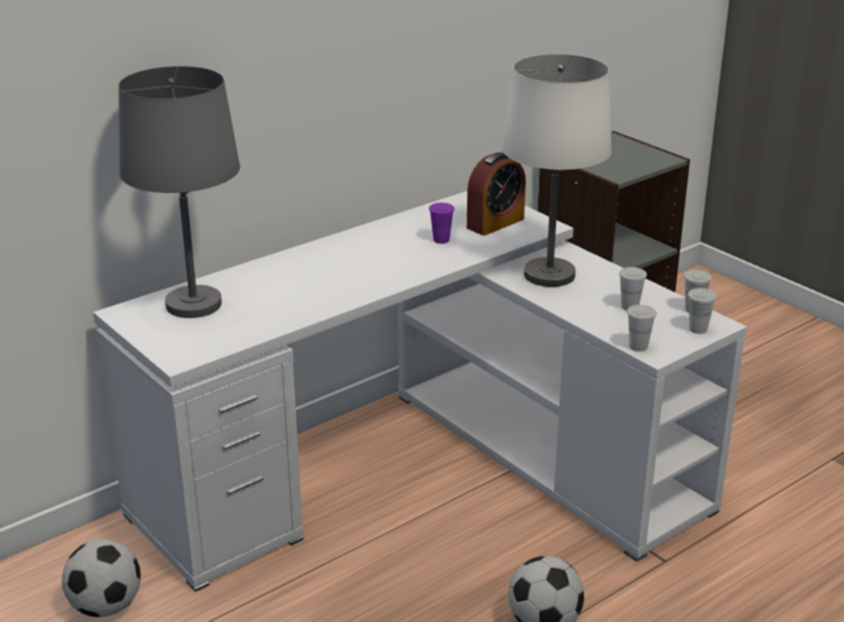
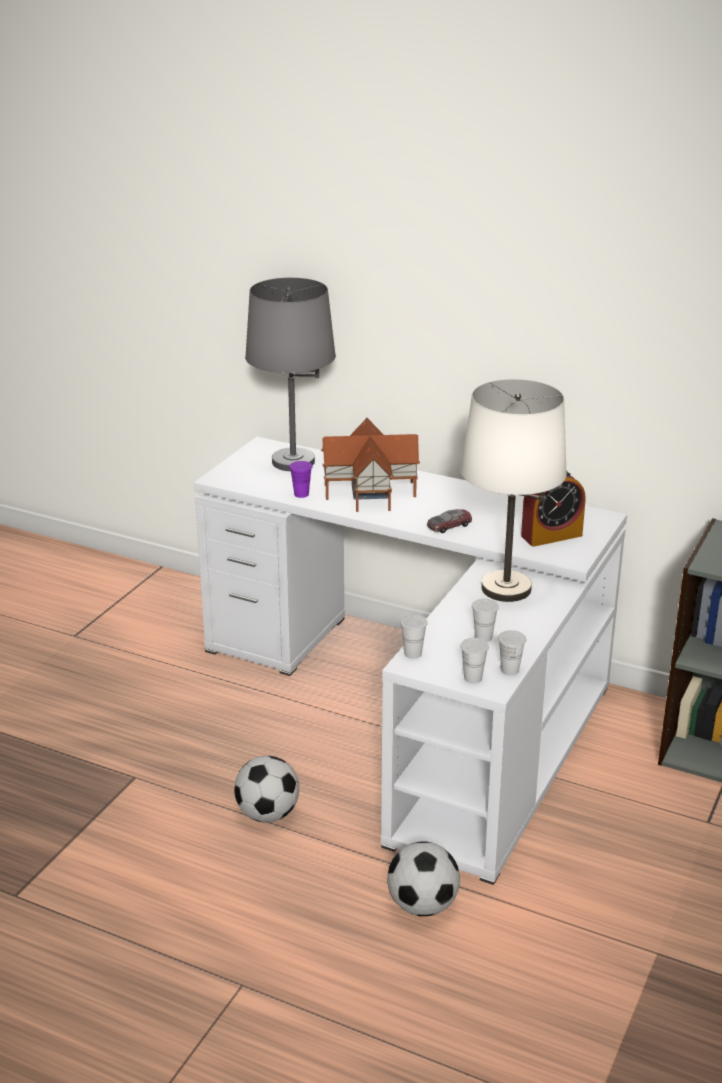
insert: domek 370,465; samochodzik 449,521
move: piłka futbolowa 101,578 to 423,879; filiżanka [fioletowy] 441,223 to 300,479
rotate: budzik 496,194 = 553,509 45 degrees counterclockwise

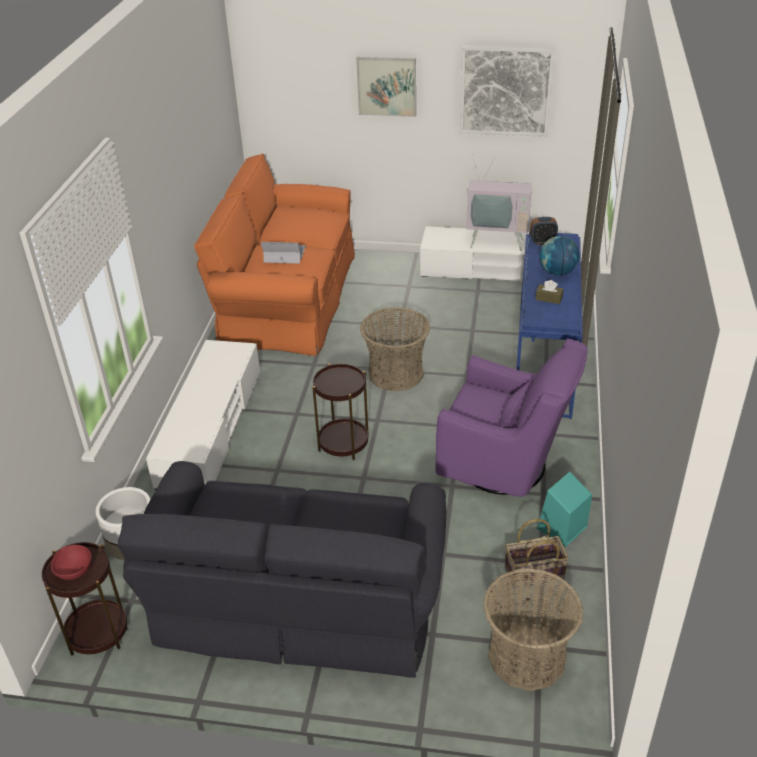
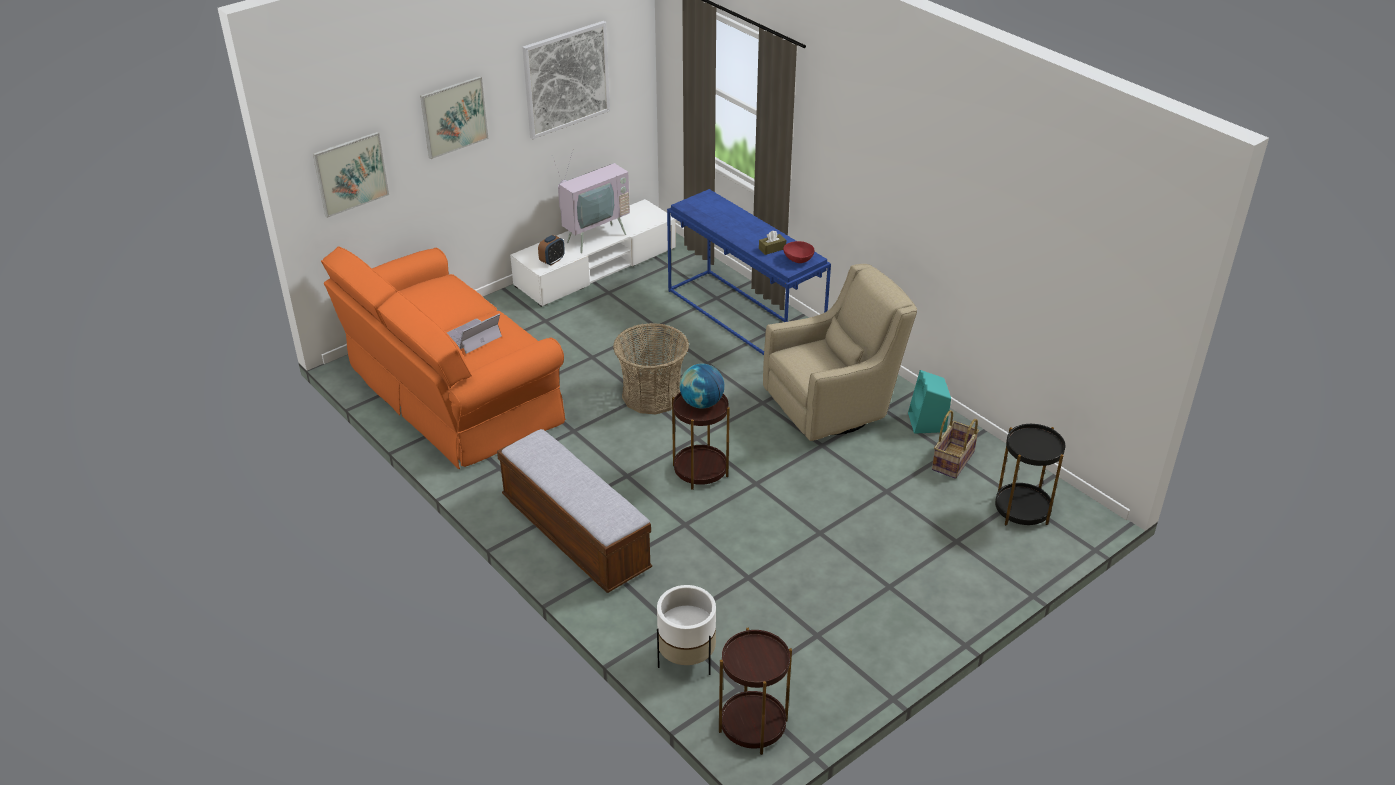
delete: kanapa [czarny] 281,569
insert: obraz 351,175
move: miska [czerwony] 71,562 to 798,252; budzik 544,231 to 551,250; globus 560,256 to 702,386
replace: szafka pod telewizor [biały] 203,415 to ławka 574,511; koszyk 533,629 to stolik [czarny] 1030,475
recolor: fotel [fioletowy] 512,418 to fotel [beżowy] 840,352

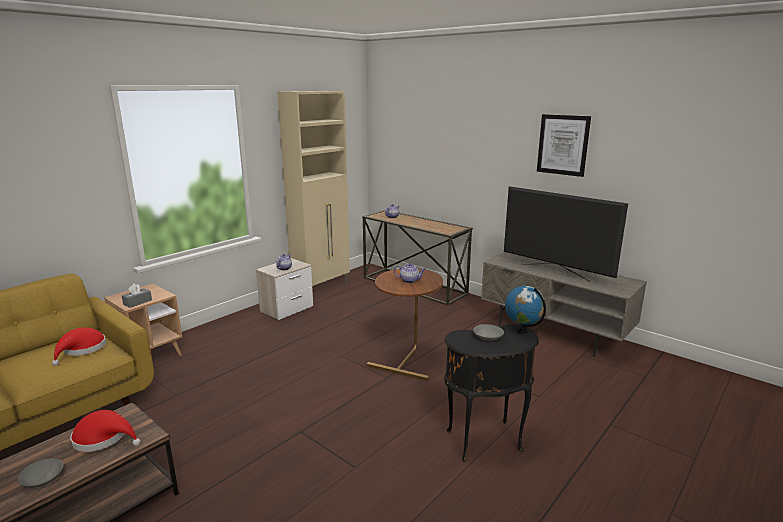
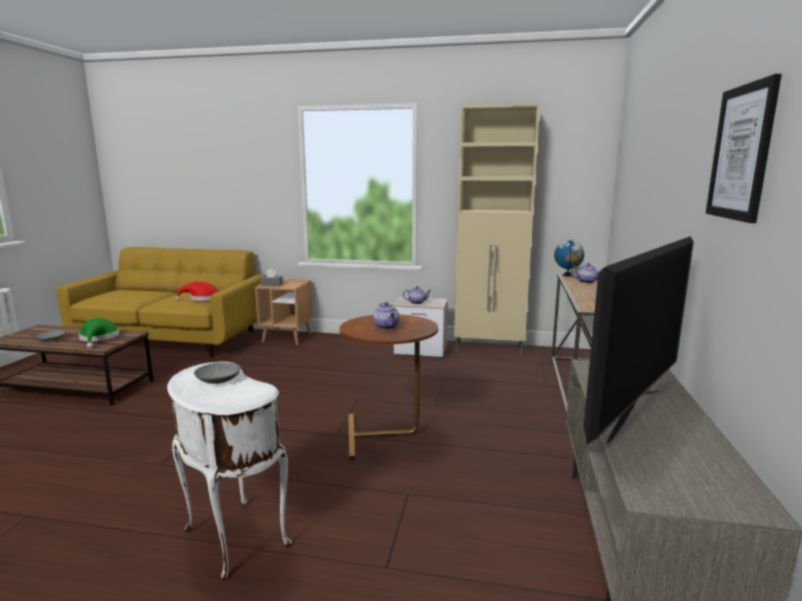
move: globus 525,310 to 569,258
recolor: kapelusz [czerwony] 105,431 to kapelusz [zielony] 99,333; stolik [czarny] 491,393 to stolik [biały] 229,471
rotate: telewizor 566,234 = 639,340 150 degrees counterclockwise

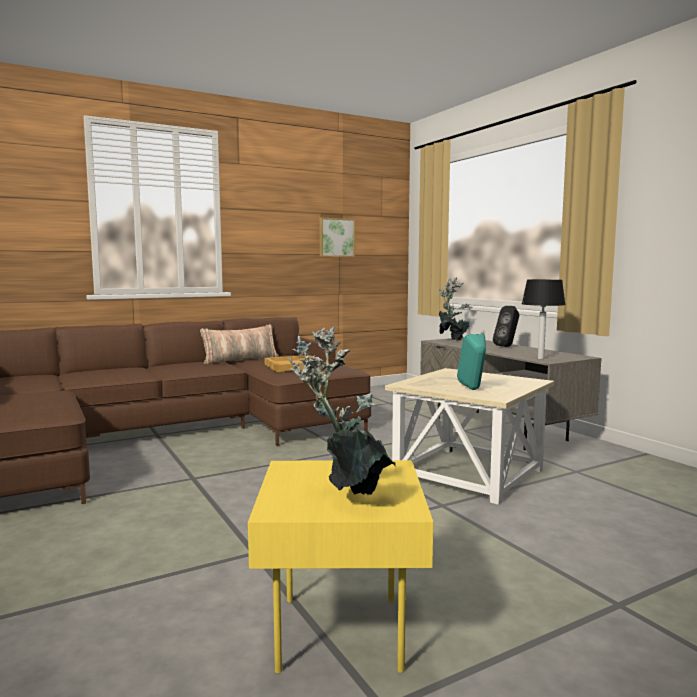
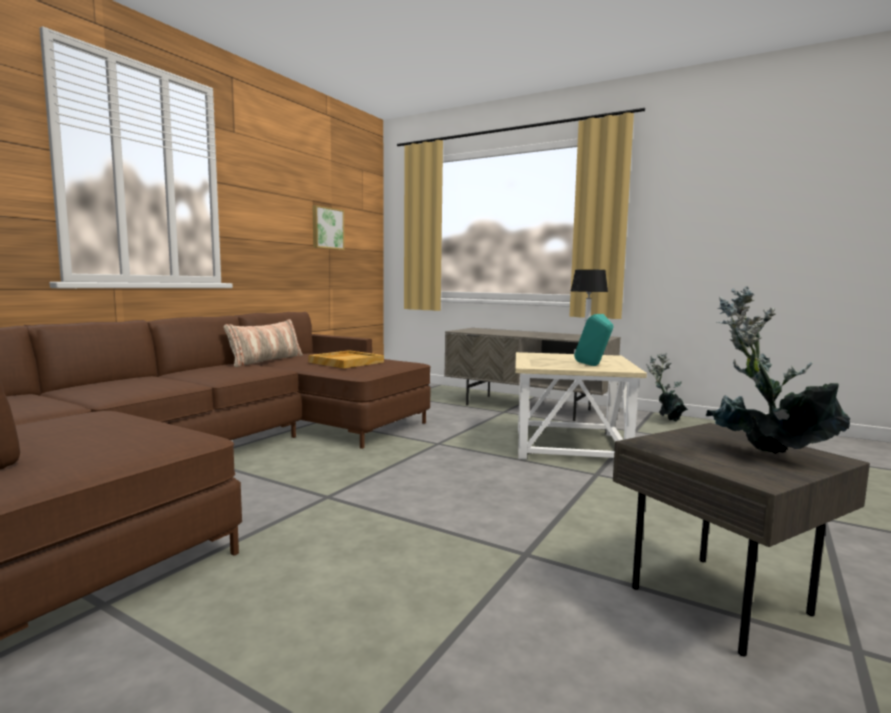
delete: głośnik [czarny] 506,326
move: roślina doniczkowa 454,309 to 667,387
recolor: stolik [żółty] 341,566 to stolik [szary] 741,539

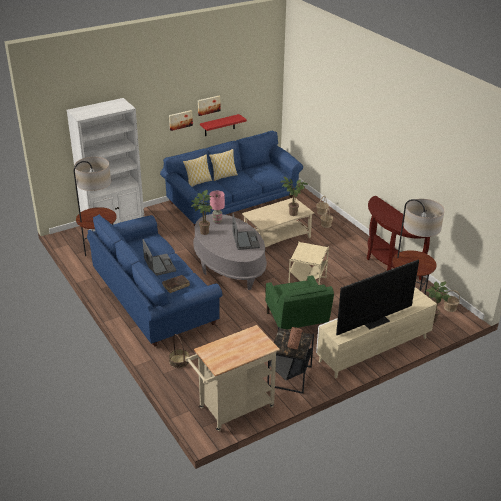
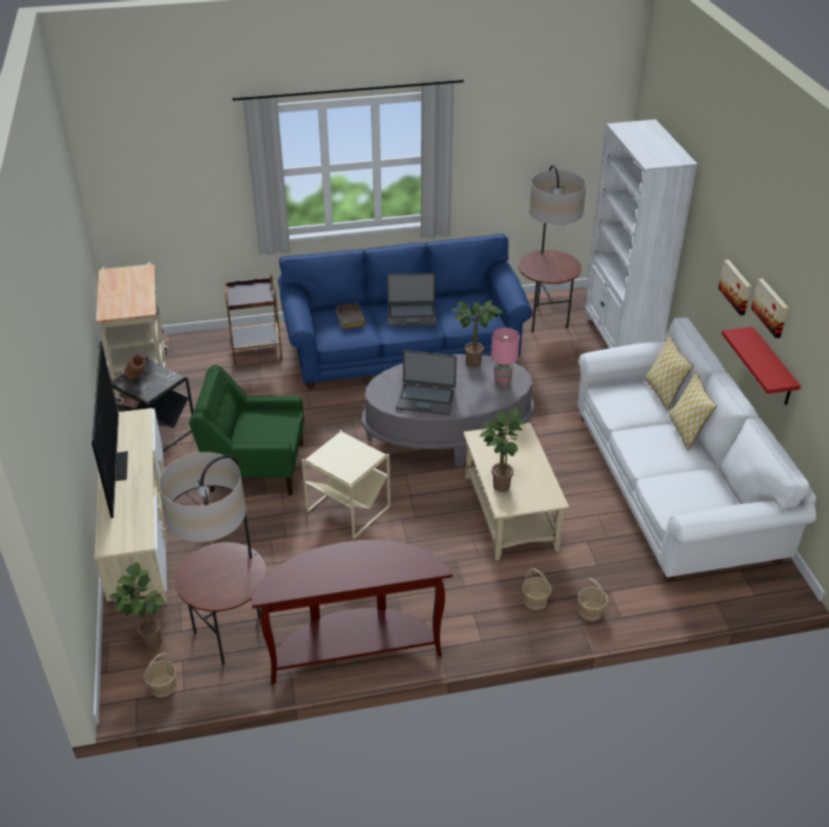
replace: koszyk 179,351 to stolik [brązowy] 252,318
recolor: kanapa [niebieski] 231,179 to kanapa [biały] 697,449

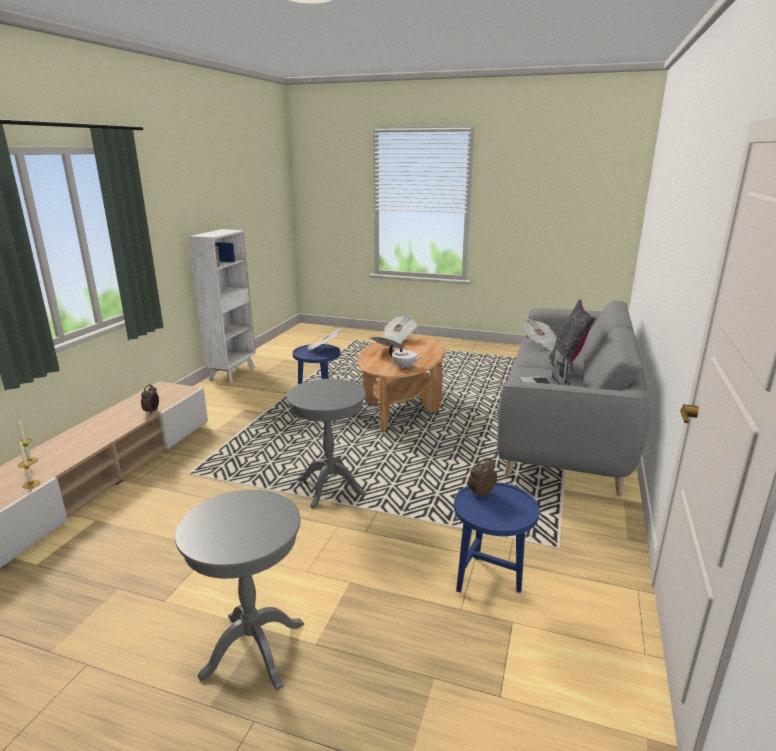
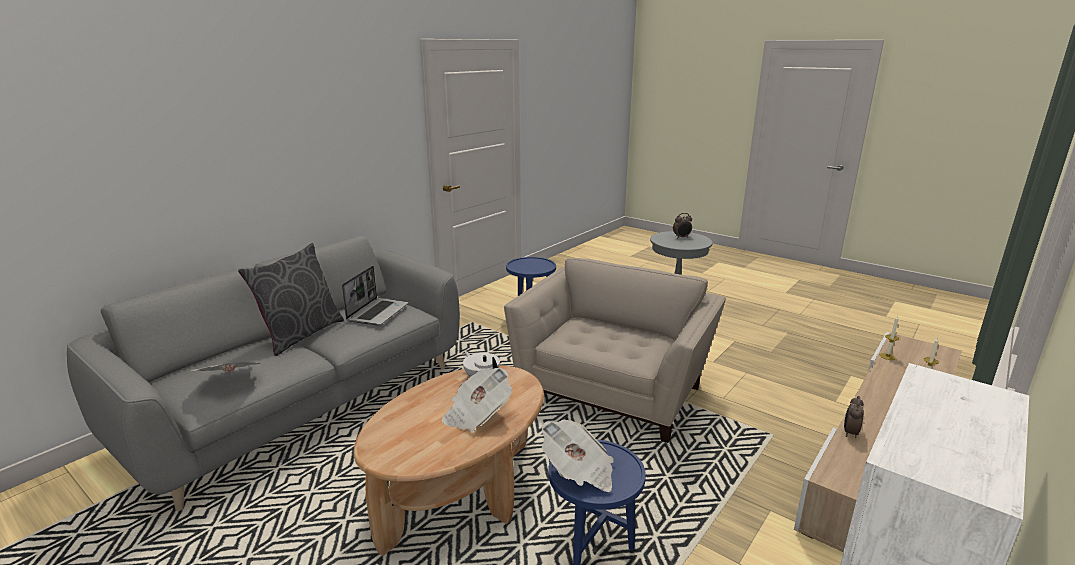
delete: gazeta 399,329
move: budzik 482,478 to 682,226
replace: stolik [szary] 326,443 to fotel [beżowy] 615,350

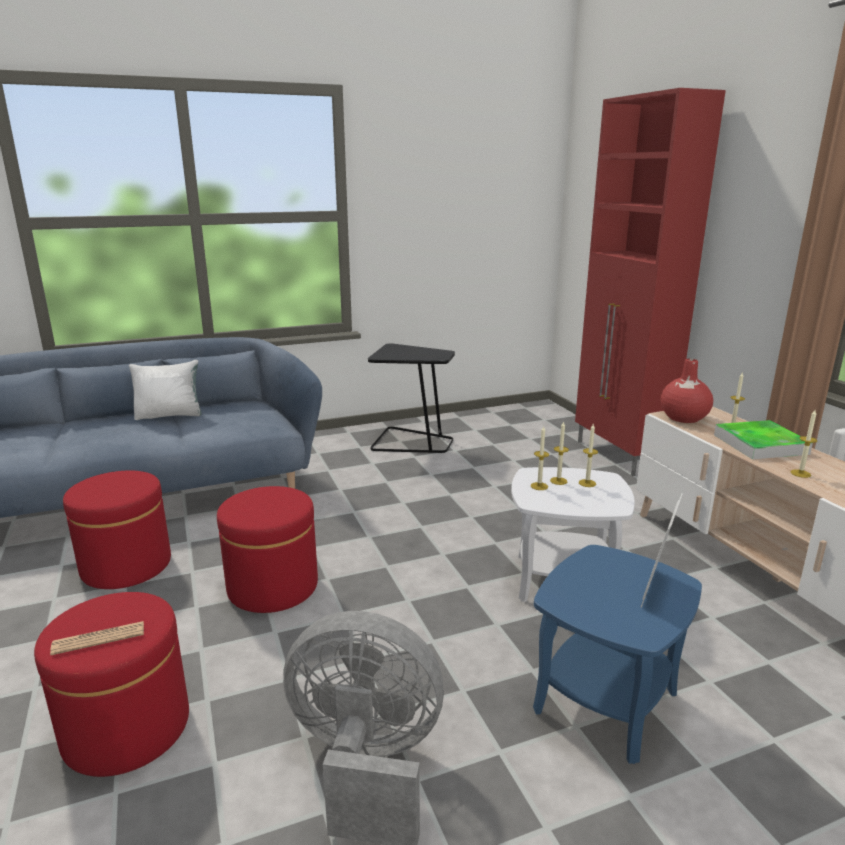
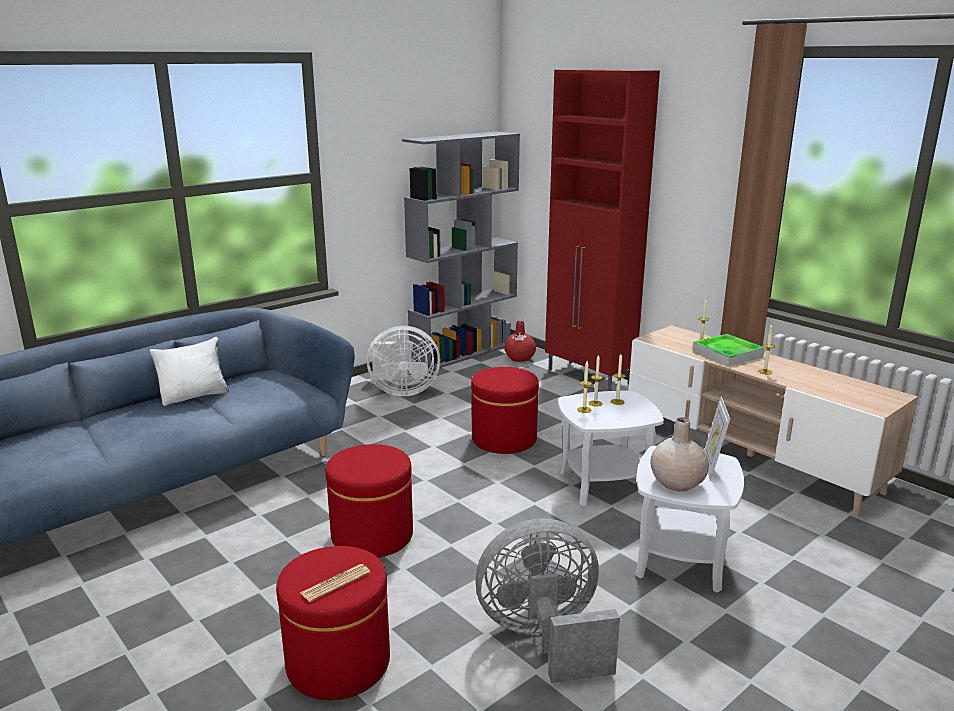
insert: regał [szary] 461,250; wazon [beżowy] 679,454
move: pufa [czerwony] 117,529 to 505,410; wazon [czerwony] 686,390 to 520,341
replace: stolik [czarny] 411,398 to wentylator [biały] 403,361
recolor: stolik [niebieski] 617,654 to stolik [biały] 689,519

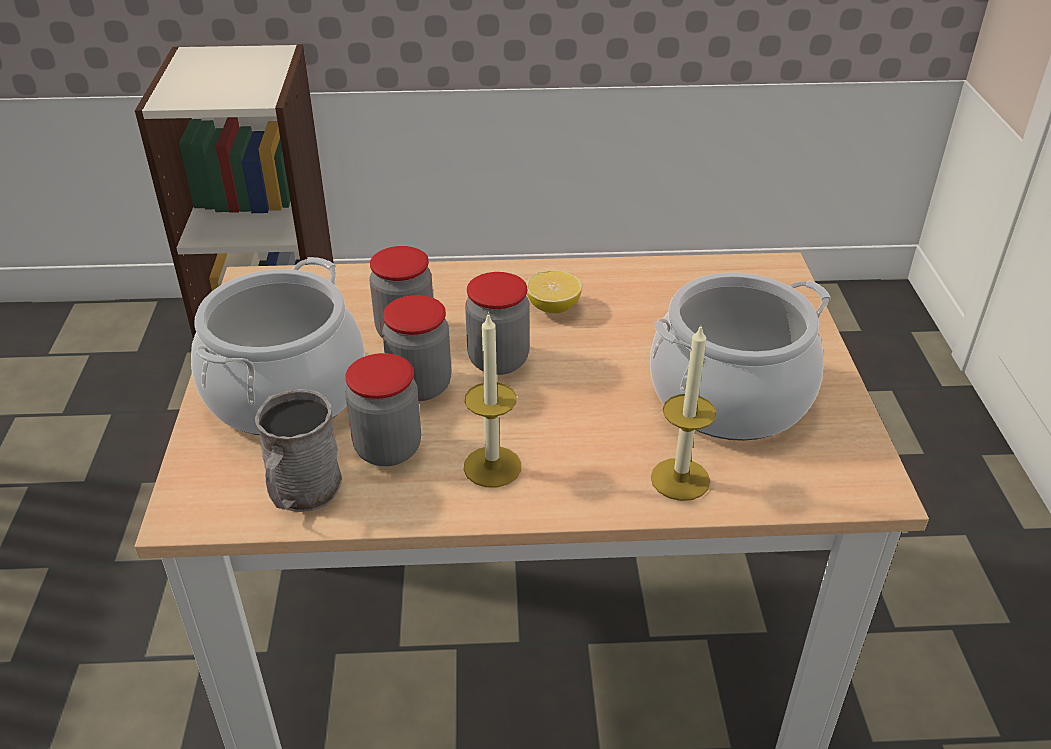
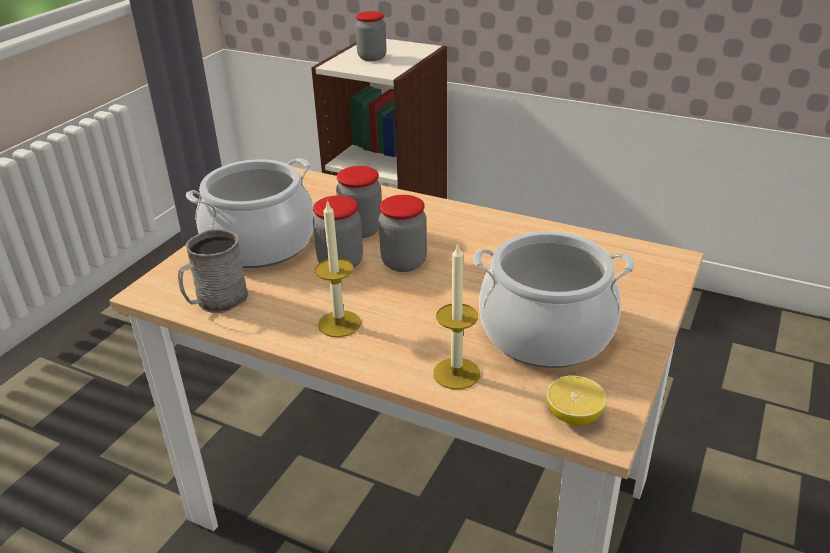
move: słoik 383,409 to 370,36; cytryna 554,291 to 576,400

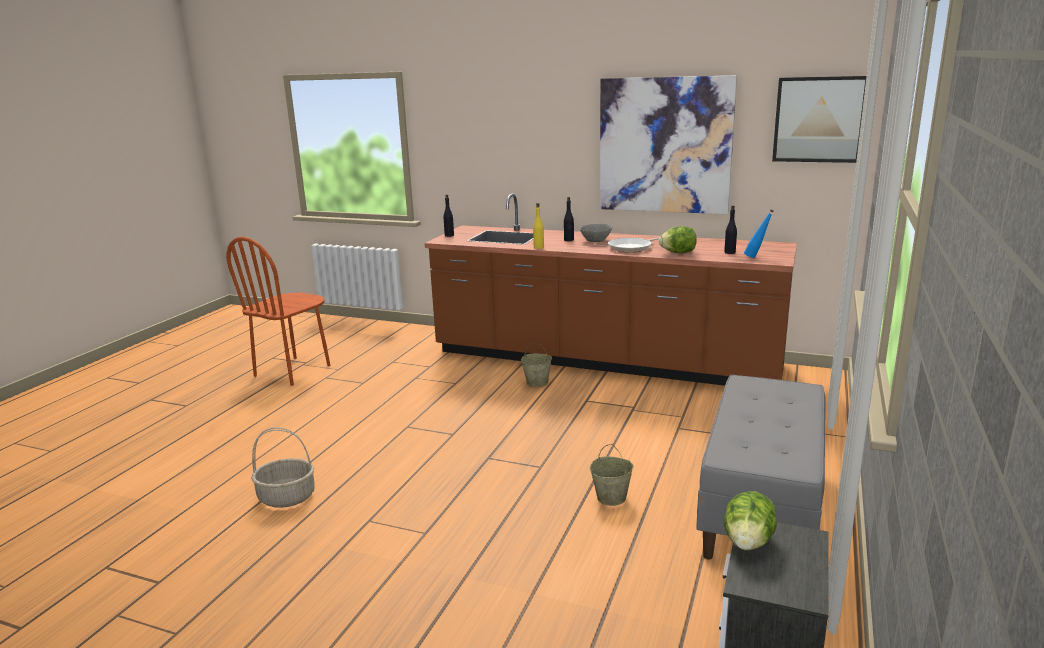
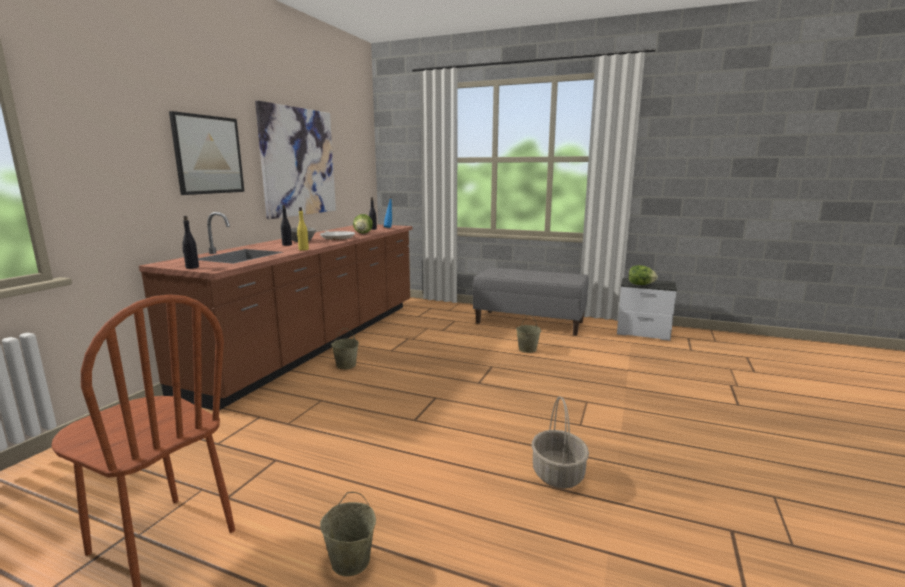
insert: wiadro [beżowy] 348,534
move: obraz 819,119 to 207,153

